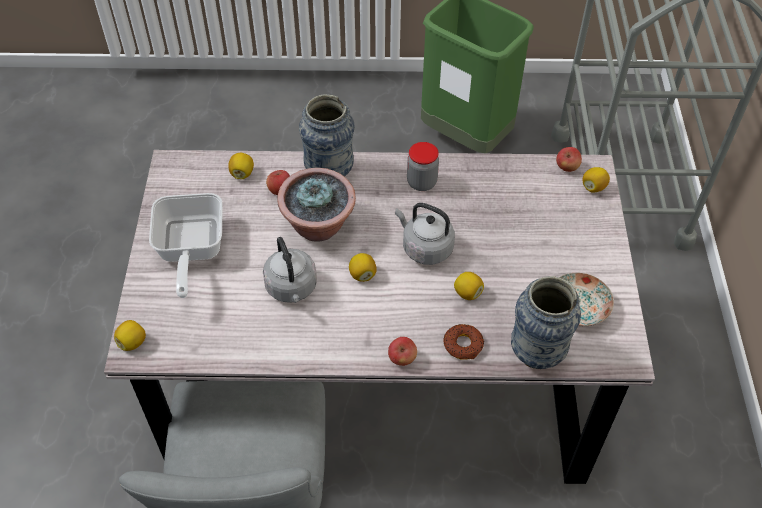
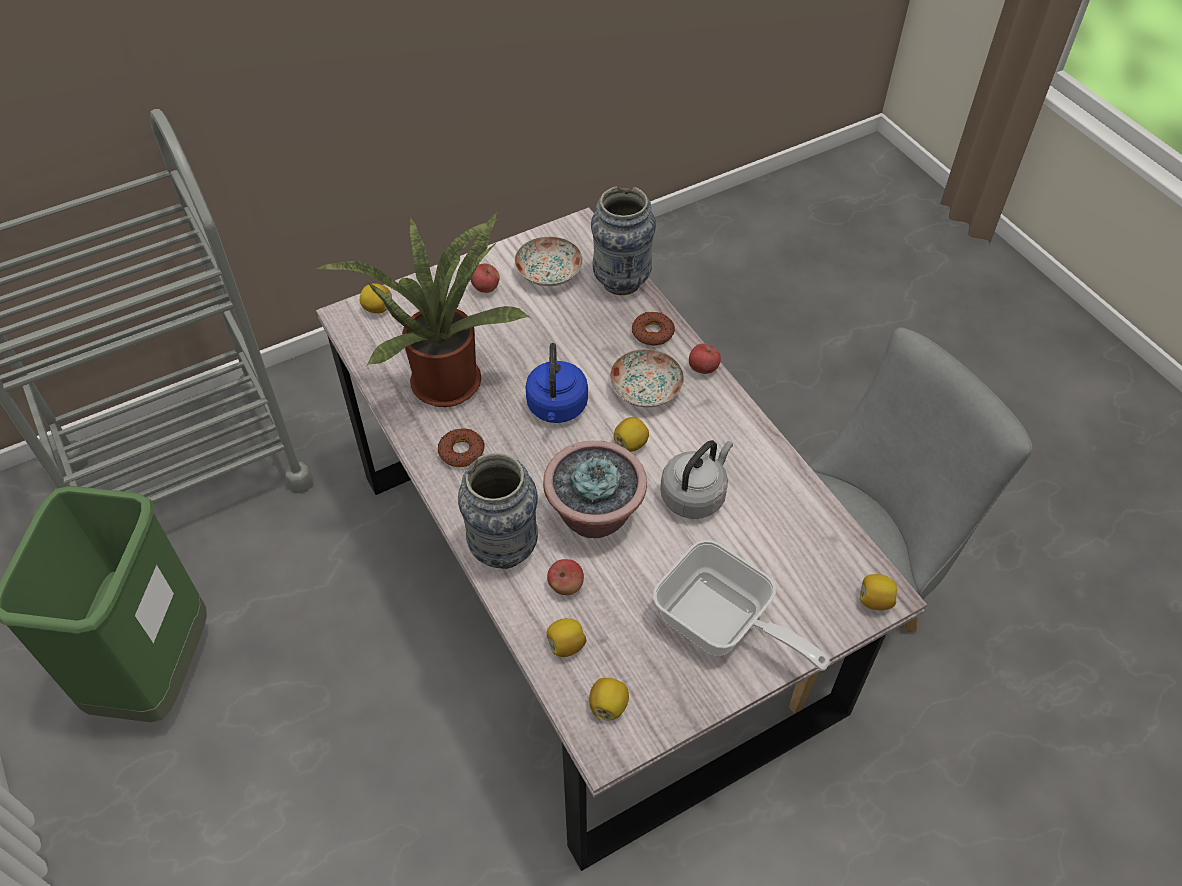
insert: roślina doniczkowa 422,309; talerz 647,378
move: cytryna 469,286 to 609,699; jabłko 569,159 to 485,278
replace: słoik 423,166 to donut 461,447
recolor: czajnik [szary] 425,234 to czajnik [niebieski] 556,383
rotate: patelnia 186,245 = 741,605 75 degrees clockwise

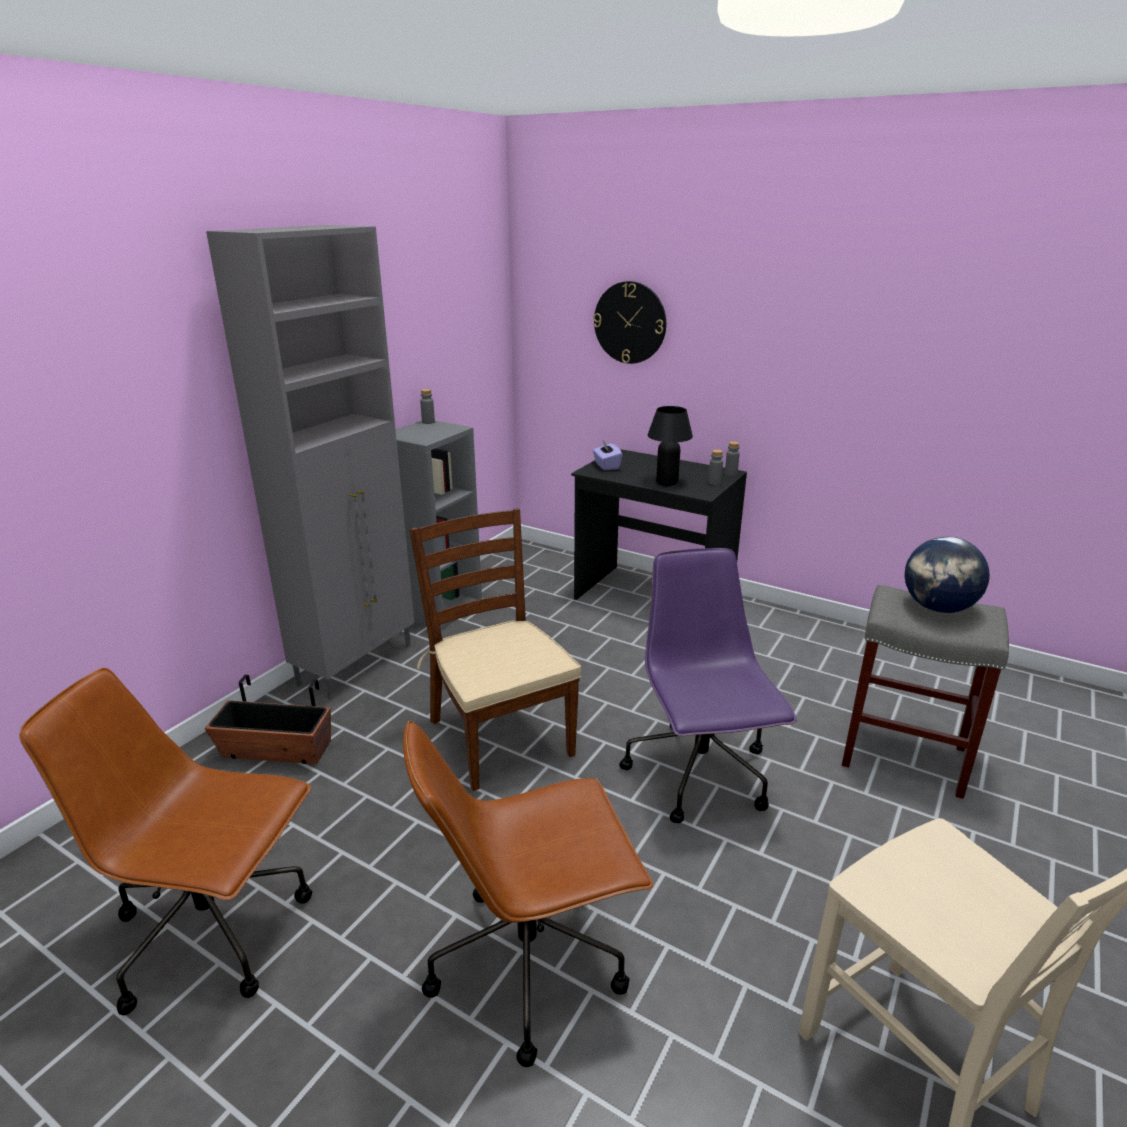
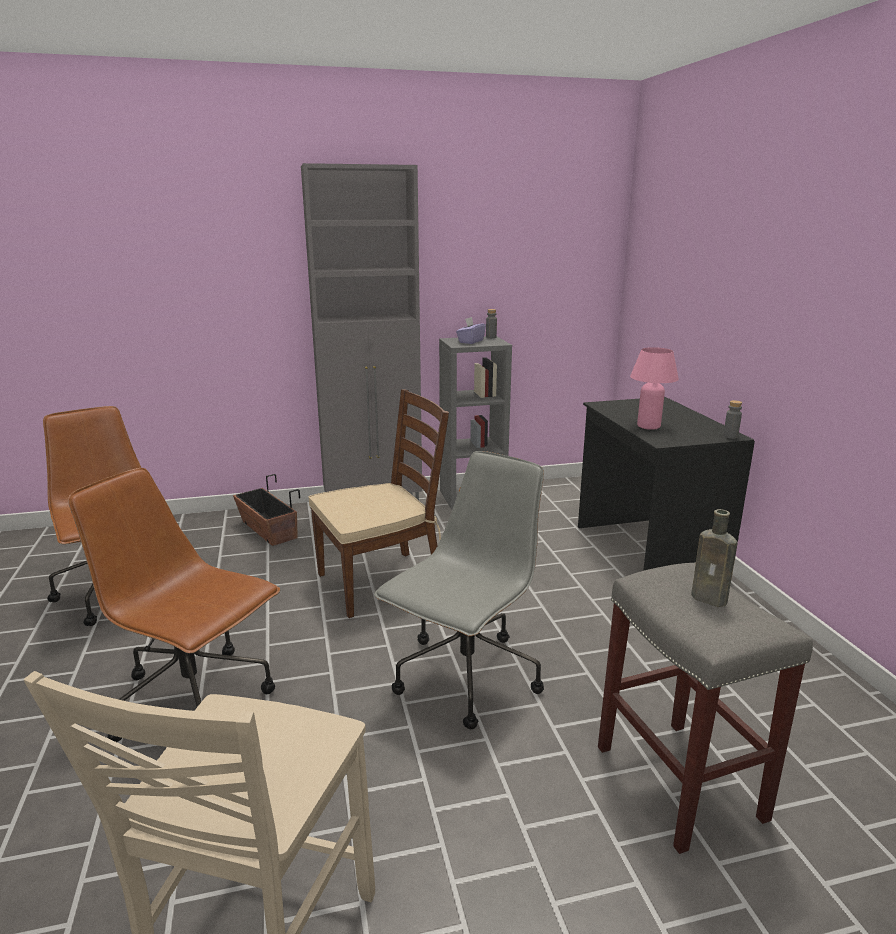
delete: zegar ścienny 629,322; butelka [szary] 715,467
move: pudełko chusteczek [fioletowy] 607,454 to 471,330
replace: globus 947,575 to butelka [brązowy] 714,558
recolor: krzesło biurowe [fioletowy] 708,685 to krzesło biurowe [szary] 459,590; lampa stołowa [czarny] 670,446 to lampa stołowa [różowy] 654,388
rotate: krzesło [brązowy] 495,649 = 378,503 45 degrees clockwise

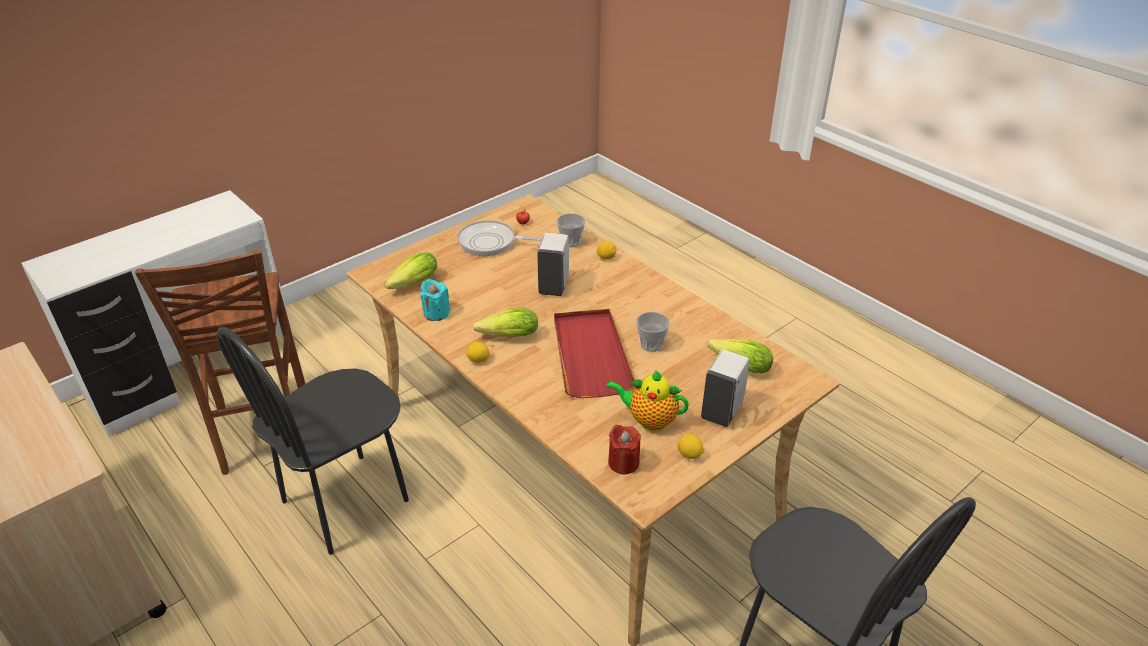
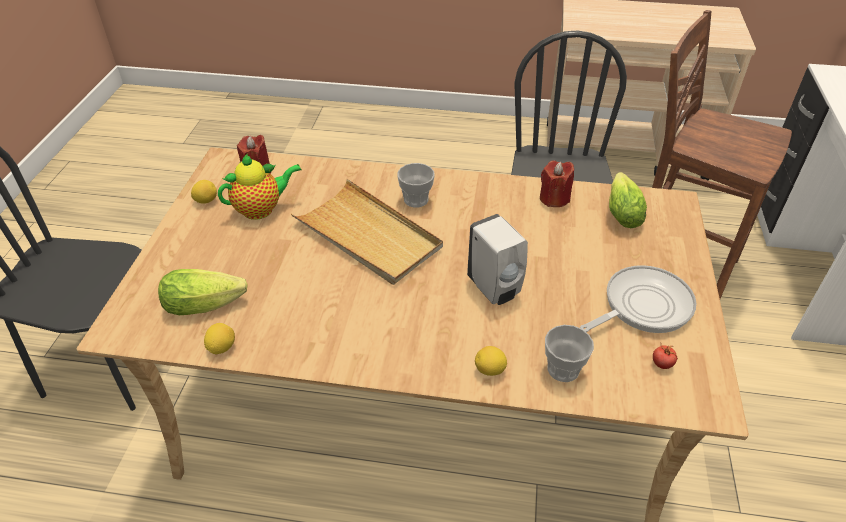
delete: sałata 505,322; dozownik mydła [biały] 725,388
move: cytryna 478,352 to 219,339; filiżanka 653,332 to 416,185
recolor: świeca [turkusowy] 435,300 to świeca [czerwony] 557,184; taca [czerwony] 594,353 to taca [beżowy] 367,232

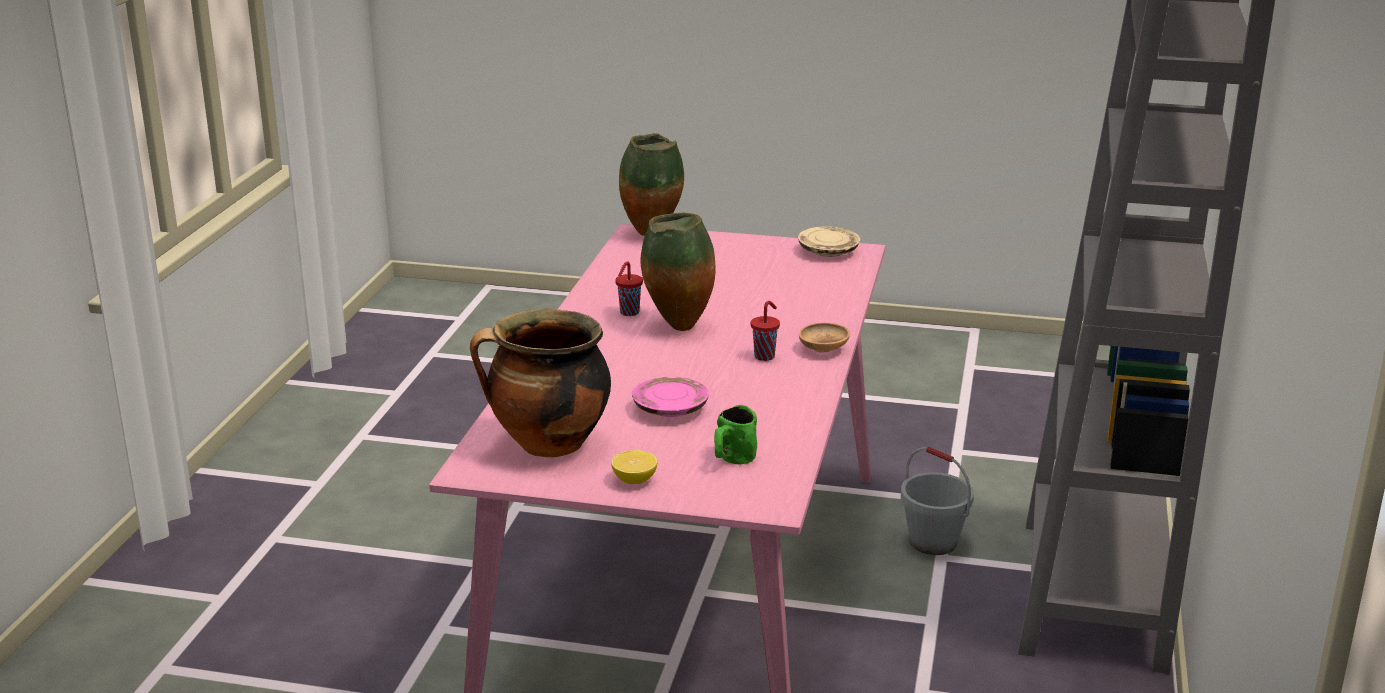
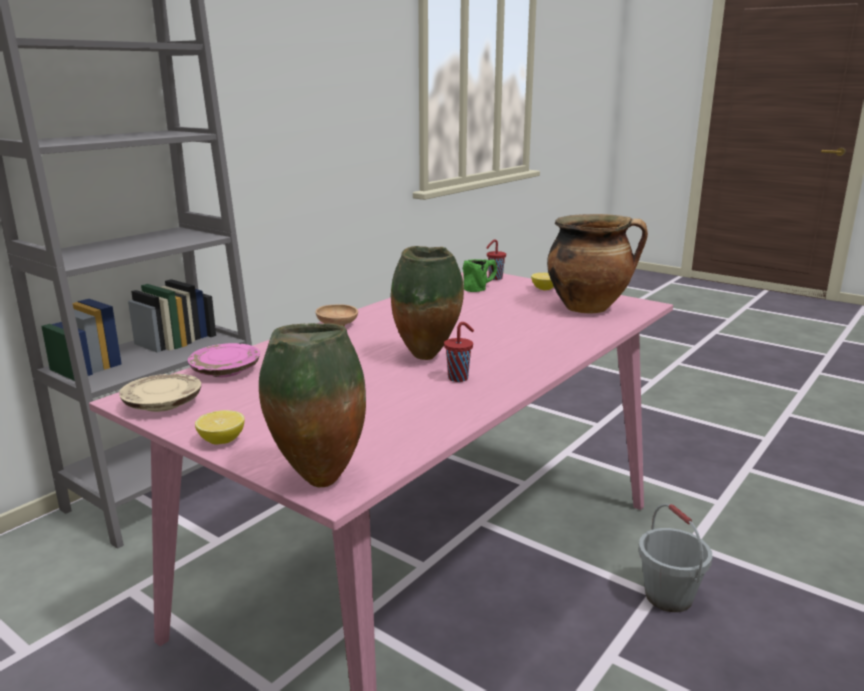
insert: cytryna 220,427
move: talerz [różowy] 670,397 to 224,360; filiżanka [czerwony] 765,331 to 496,259; wiadro [szary] 937,501 to 675,558

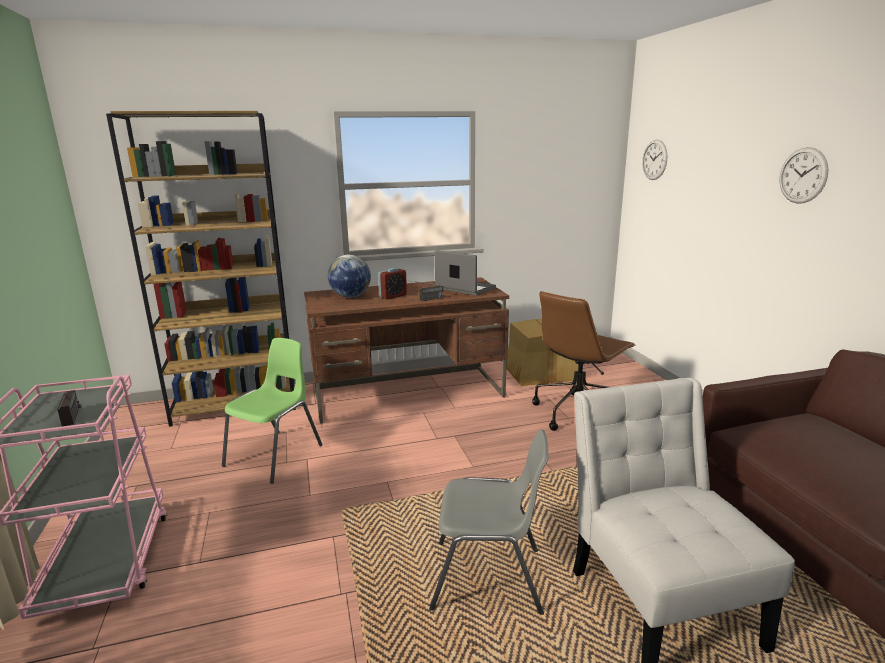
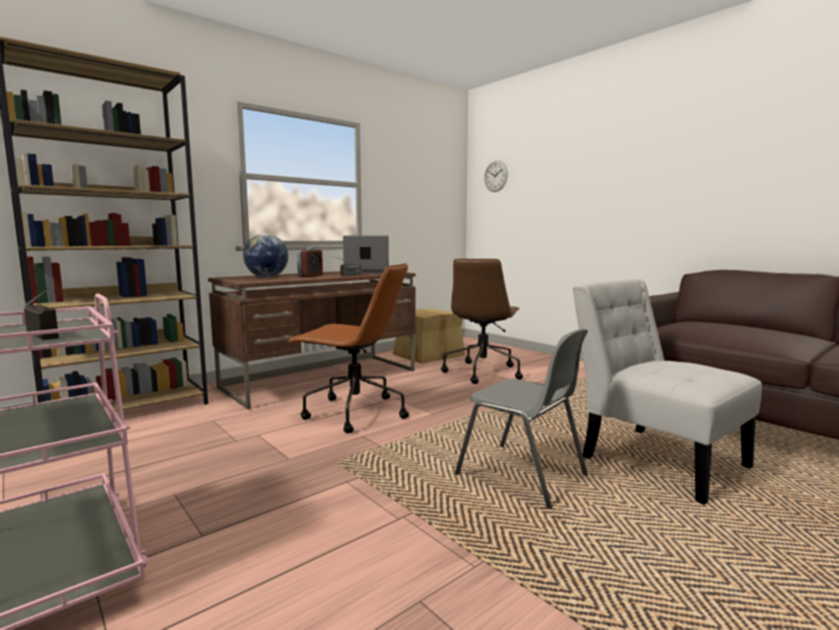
delete: krzesło [zielony] 272,410; zegar ścienny 804,175
insert: krzesło biurowe [brązowy] 348,348
rotate: krzesło [szary] 489,522 = 521,419 60 degrees clockwise

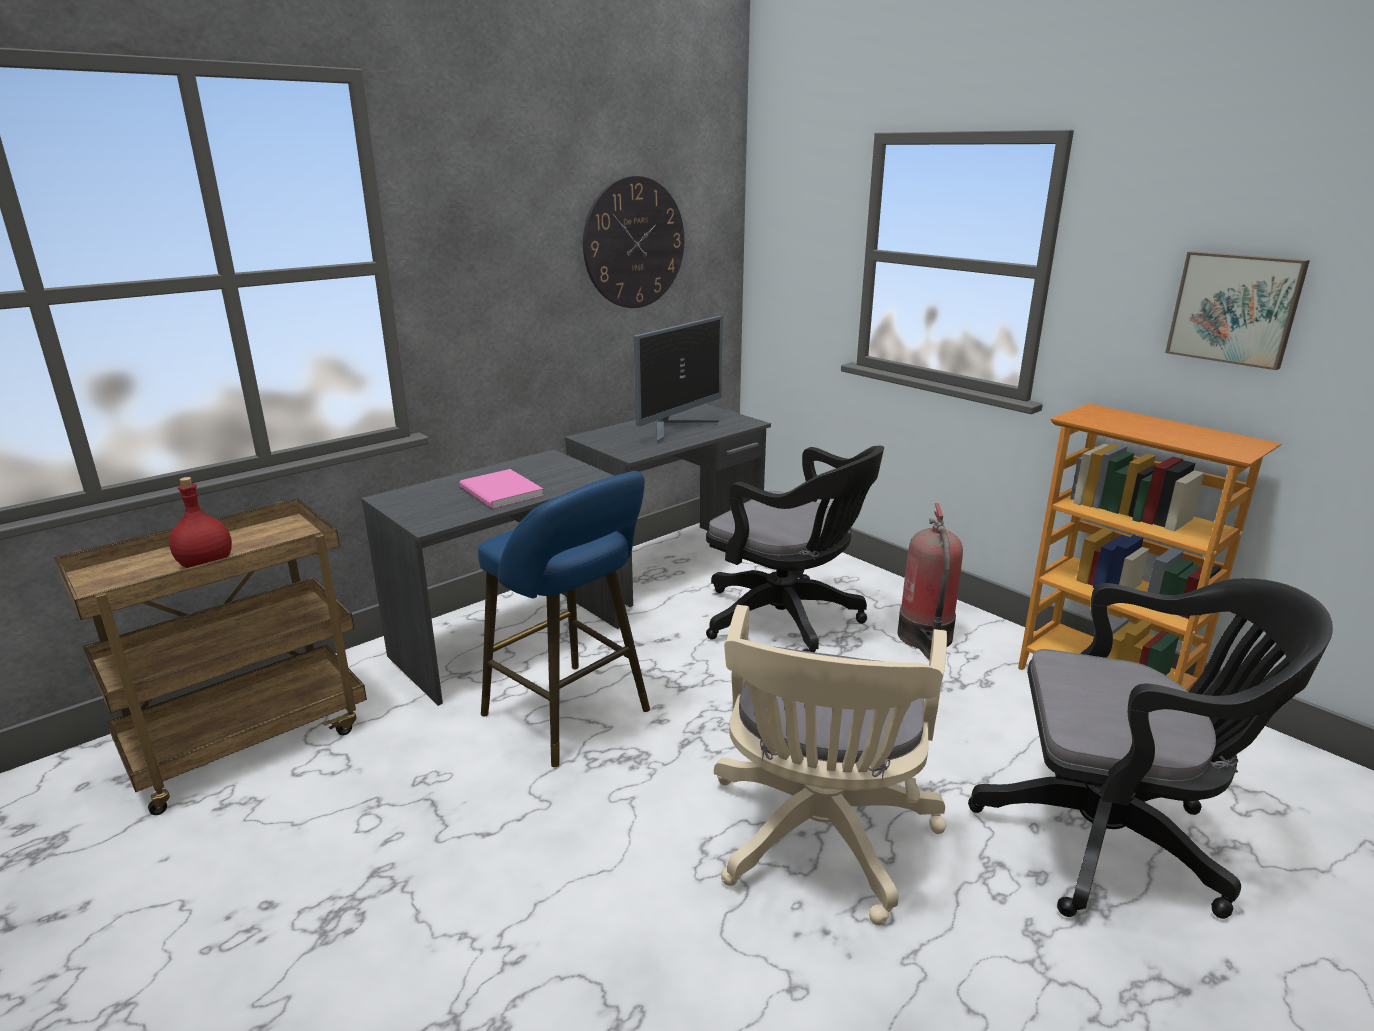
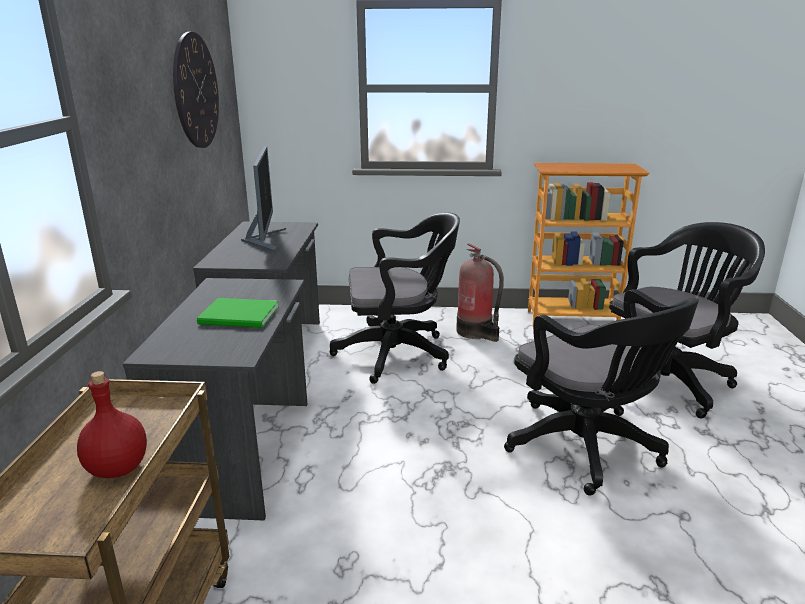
delete: stołek [niebieski] 564,619; obraz 1237,310
recolor: książka [różowy] 501,489 to książka [zielony] 238,313; krzesło biurowe [beżowy] 830,765 to krzesło biurowe [czarny] 601,392

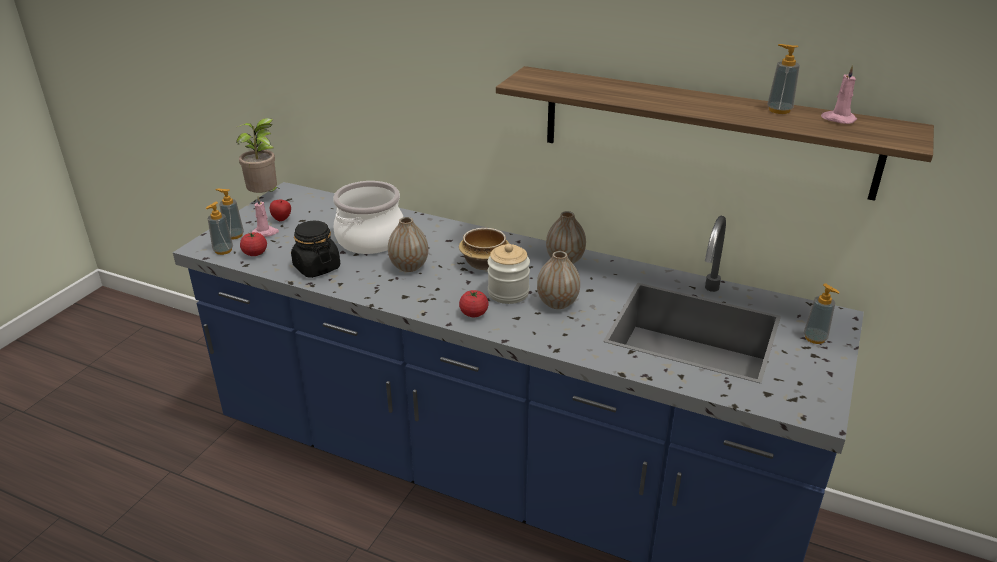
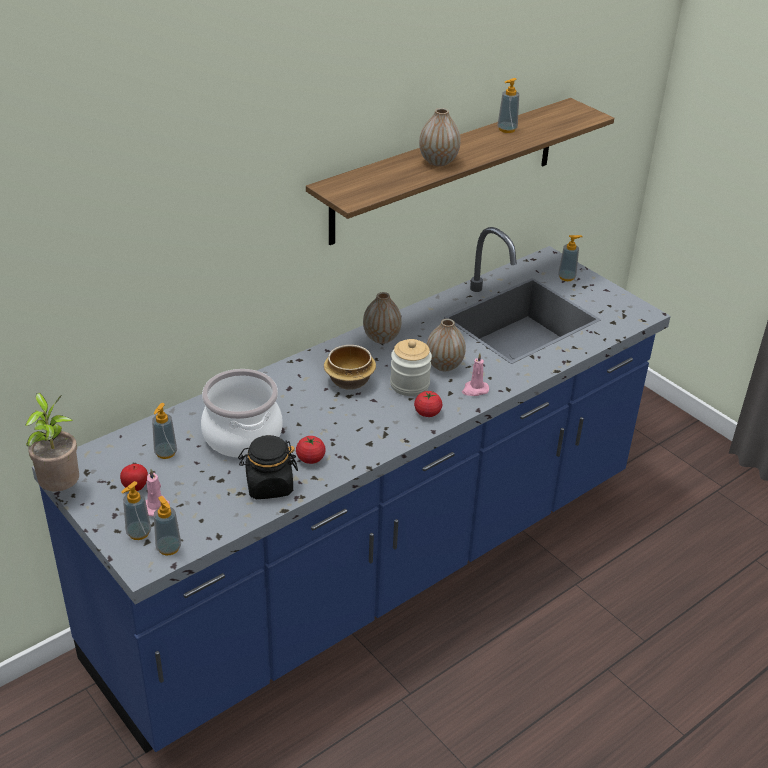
insert: dozownik mydła 164,431
move: pomidor 253,244 to 311,450; wazon 408,244 to 440,137; świeca [różowy] 839,94 to 475,374

